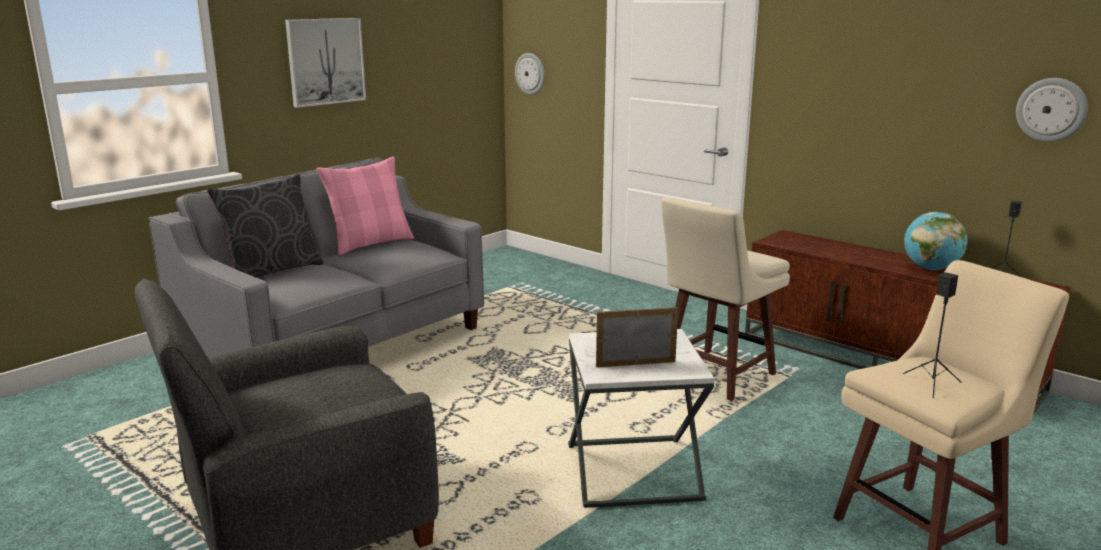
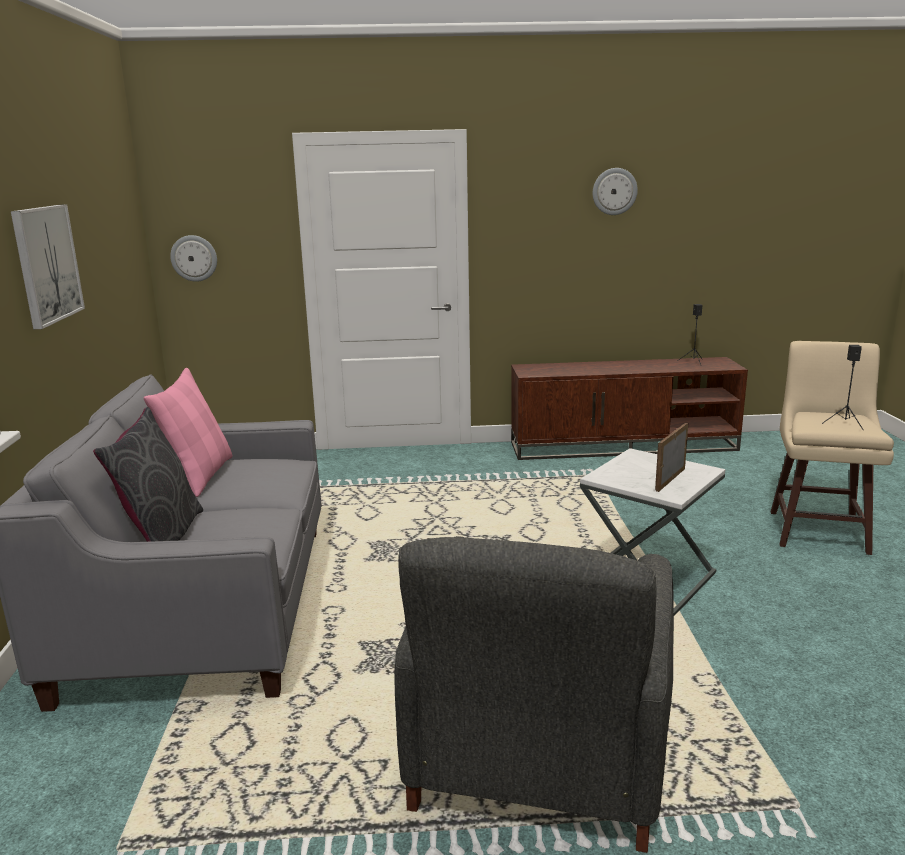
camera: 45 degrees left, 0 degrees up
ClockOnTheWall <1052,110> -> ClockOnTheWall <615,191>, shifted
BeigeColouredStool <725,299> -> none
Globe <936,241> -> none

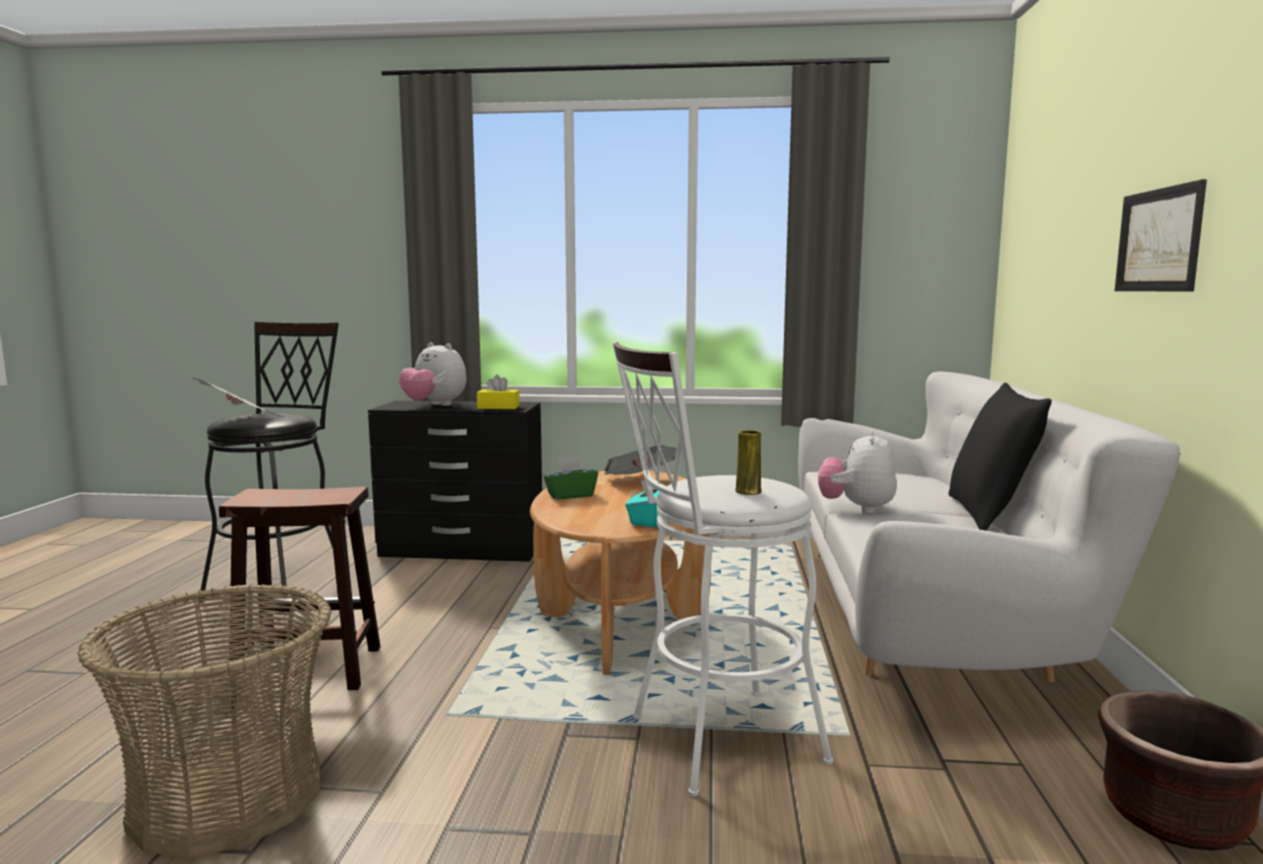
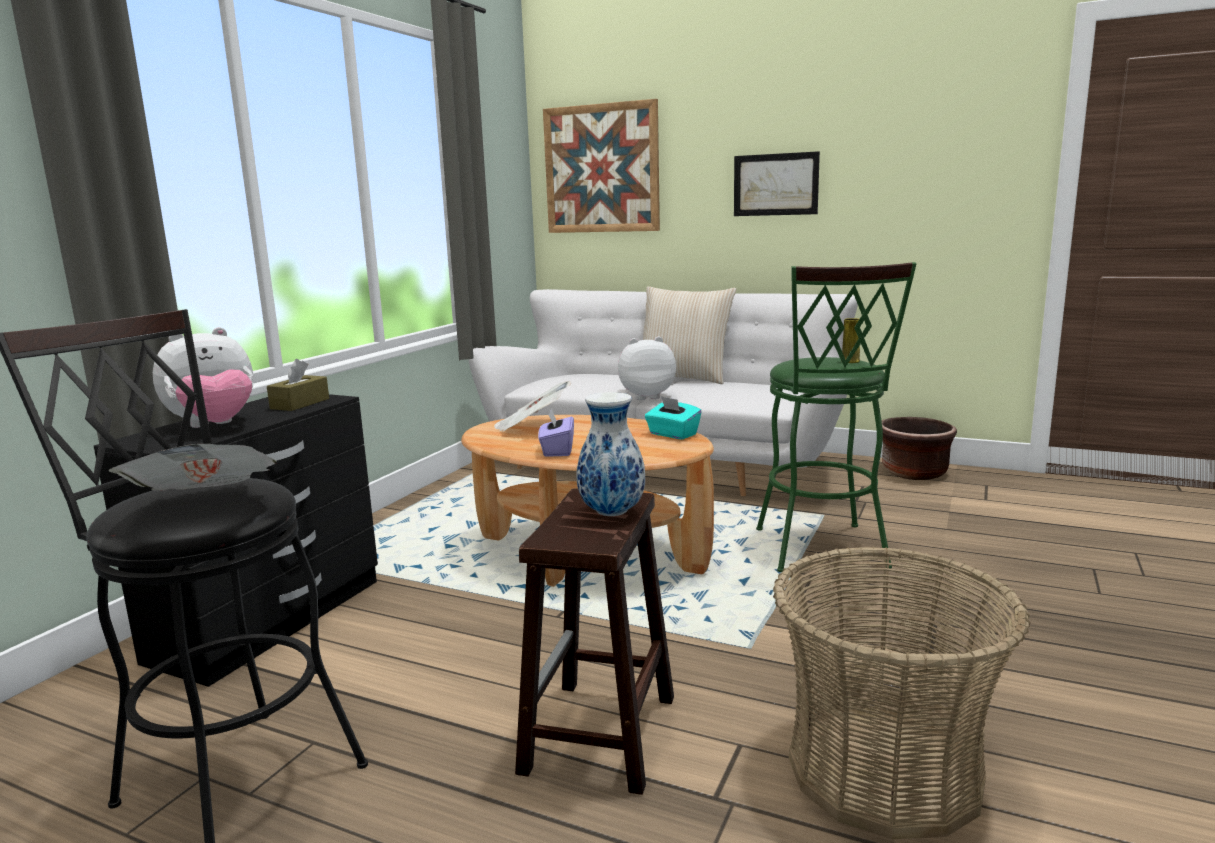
camera: 70 degrees left, 5 degrees up
WhiteStool <723,569> -> GreenishStool <836,417>
YellowColouredTissueHolder <498,392> -> BrownishTissueHolder <298,385>
BlackishPillow <1000,457> -> BeigeColouredPillow <689,335>
SoftToy <857,472> -> SoftToy <647,368>, 135 degrees clockwise
GreenishTissueHolder <570,477> -> PurpleColouredTissueHolder <556,432>
none -> WallArt <601,166>
none -> Vase <611,454>

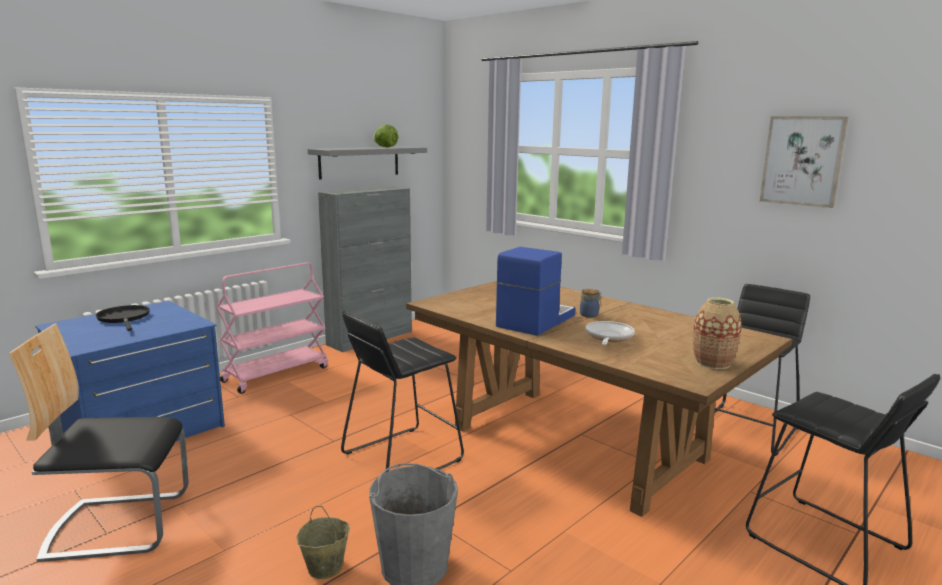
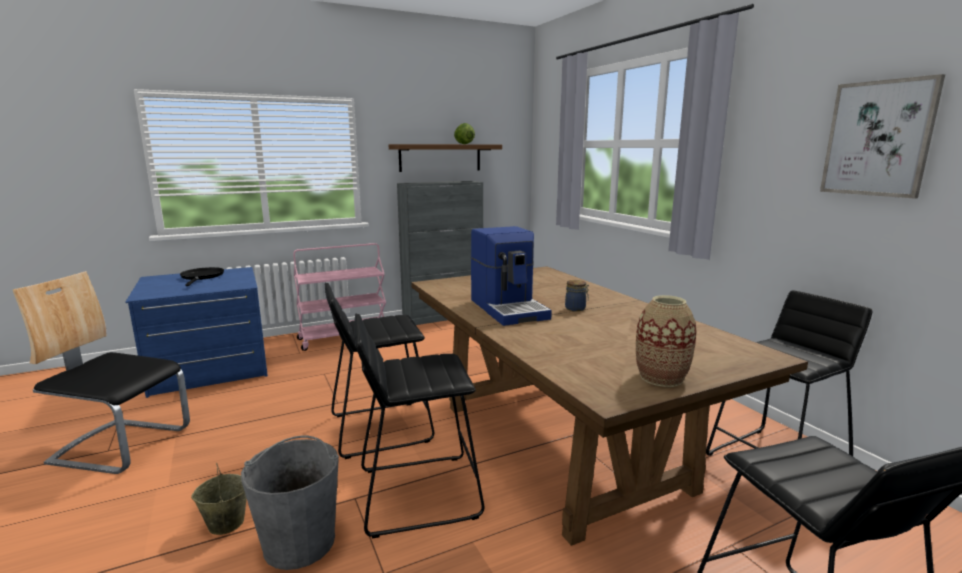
camera: 20 degrees right, 0 degrees up
GrayWallShelf <367,163> -> BrownishWallShelf <445,158>
CoffeeMachine <535,291> -> CoffeeMachine <511,276>, 105 degrees clockwise
Pan <610,333> -> none
none -> BlackishStool <419,425>

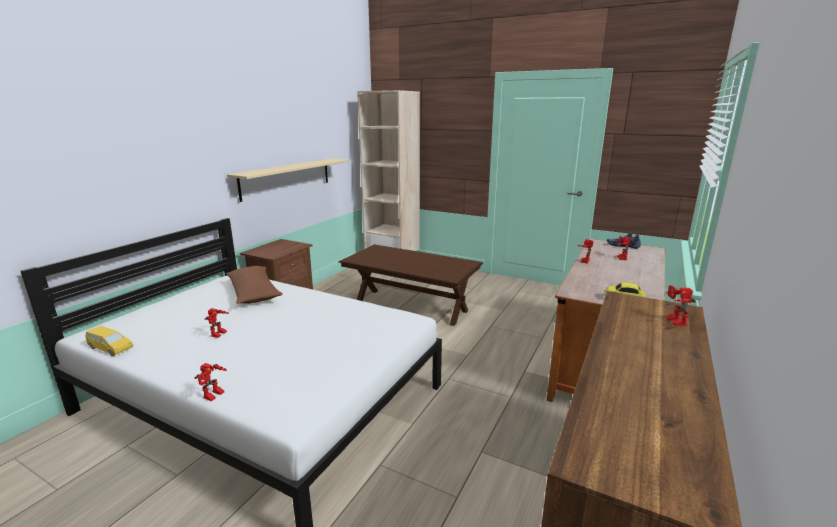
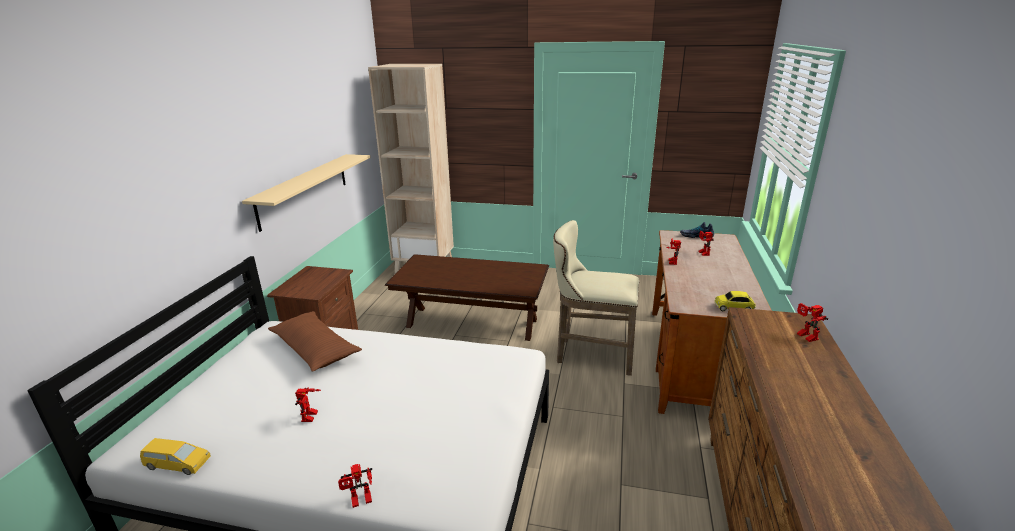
camera: 15 degrees left, 5 degrees up
RobotFigure <211,382> -> RobotFigure <355,486>, 60 degrees clockwise
none -> BeigeColouredStool <596,298>

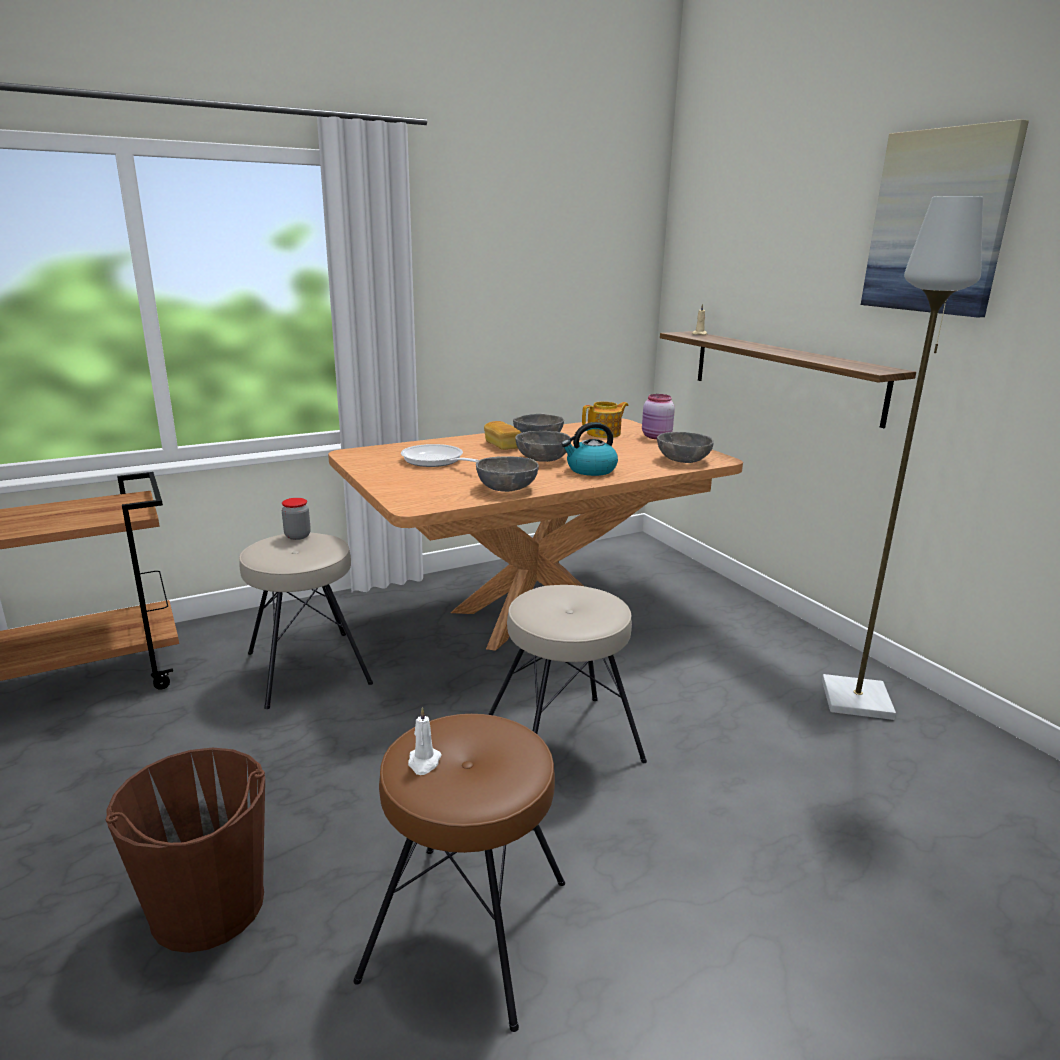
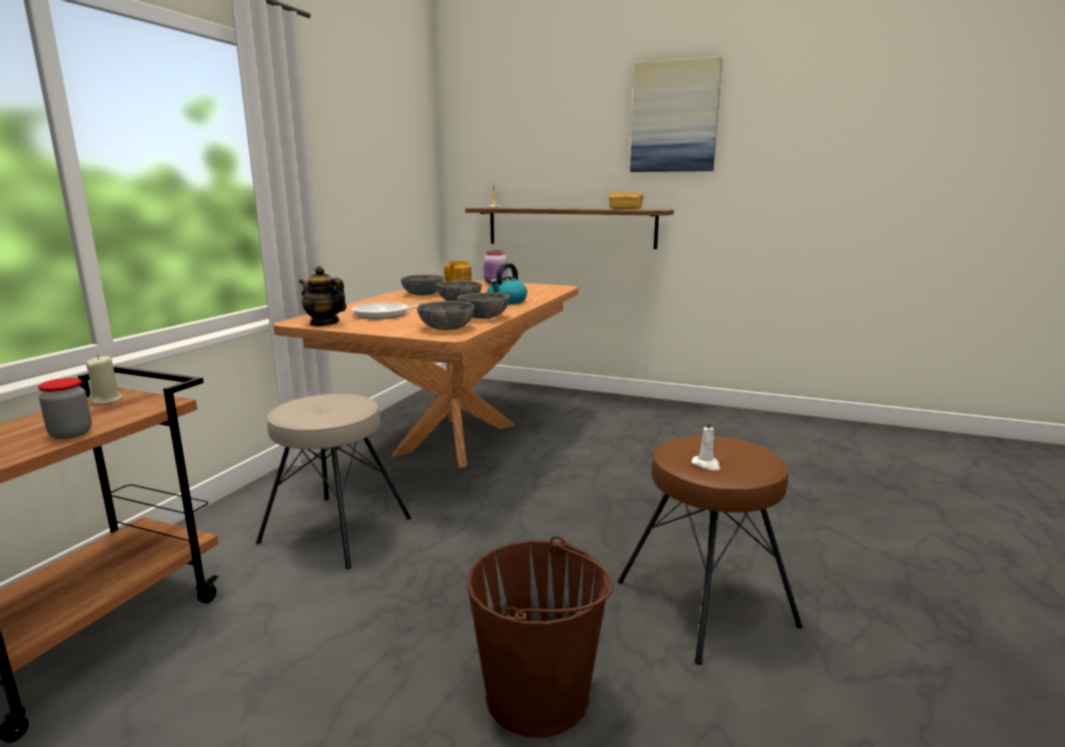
camera: 40 degrees left, 5 degrees down
GrayStandardLamp <902,458> -> none
Bread <502,435> -> Bread <626,200>, shifted
GrayServingBowl <685,447> -> GrayServingBowl <446,315>, shifted
Jar <296,519> -> Jar <65,408>, shifted
BeigeColouredStool <567,674> -> none
none -> Teapot <323,296>
none -> BeigeColouredWaxCandle <105,380>

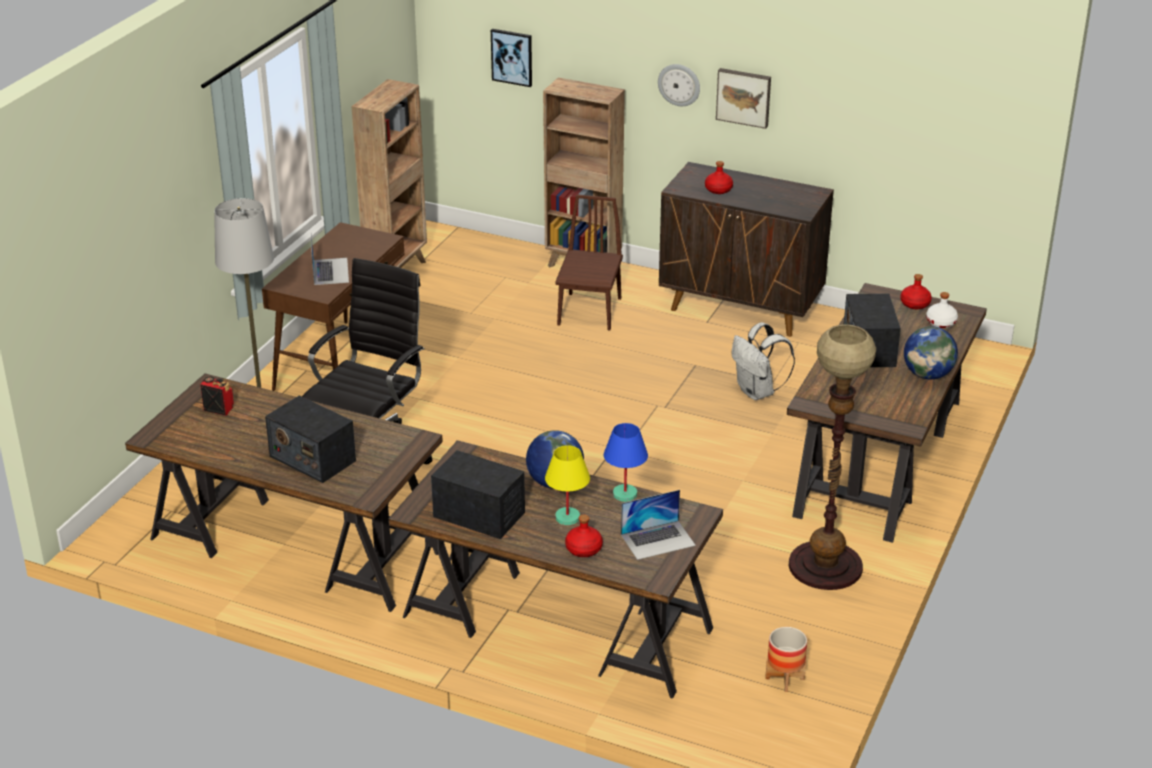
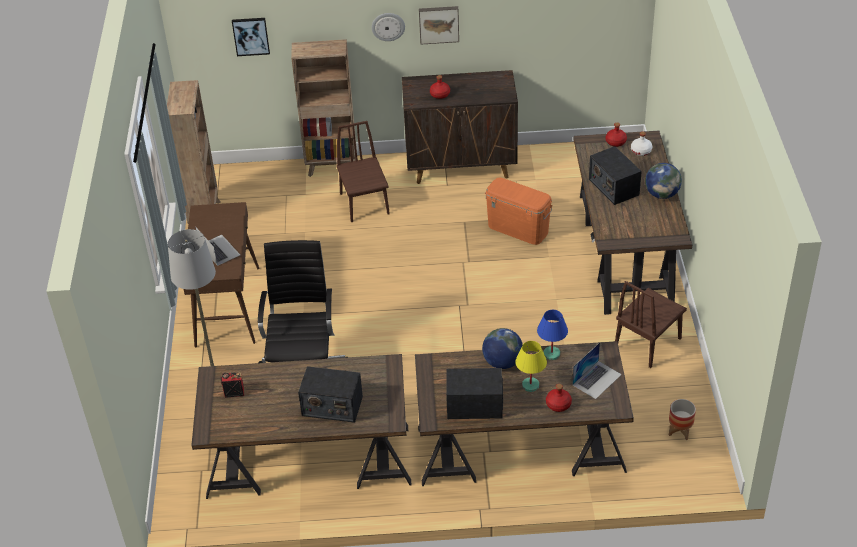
camera: 25 degrees left, 10 degrees up
WhiteRucksack <763,361> -> OrangeStorageBox <519,211>
StandardLamp <832,457> -> BrownishPlainChair <651,324>

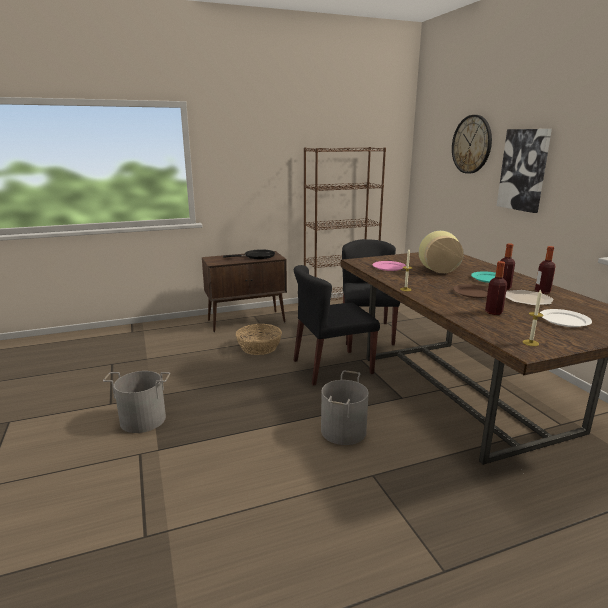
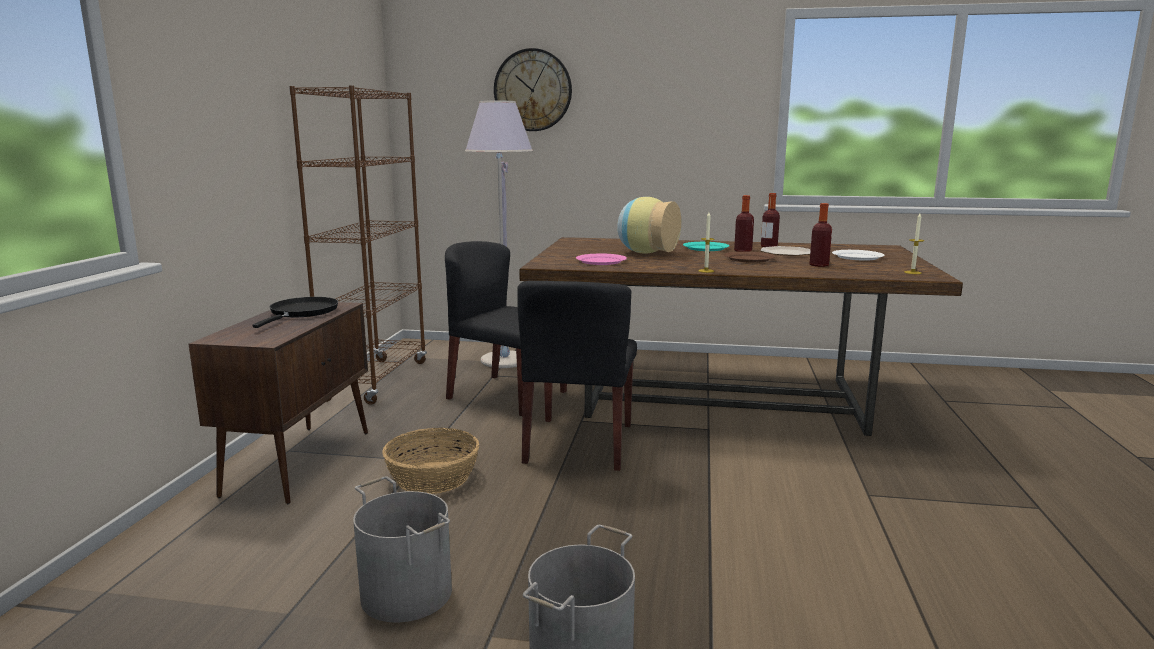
camera: 60 degrees left, 5 degrees down
WallArt <524,171> -> none
GrayPail <345,407> -> GrayPail <402,549>, shifted
none -> GrayStandardLamp <499,234>

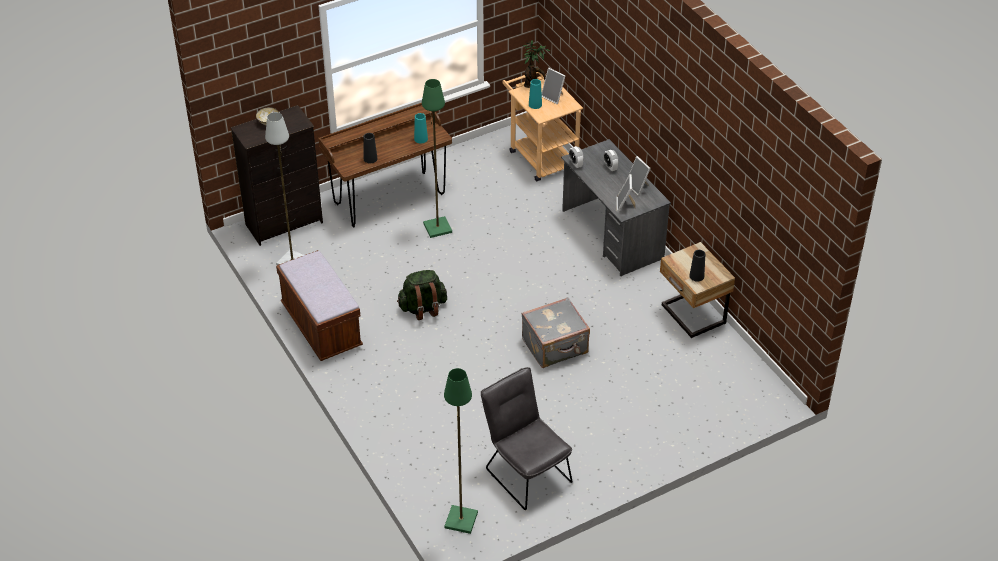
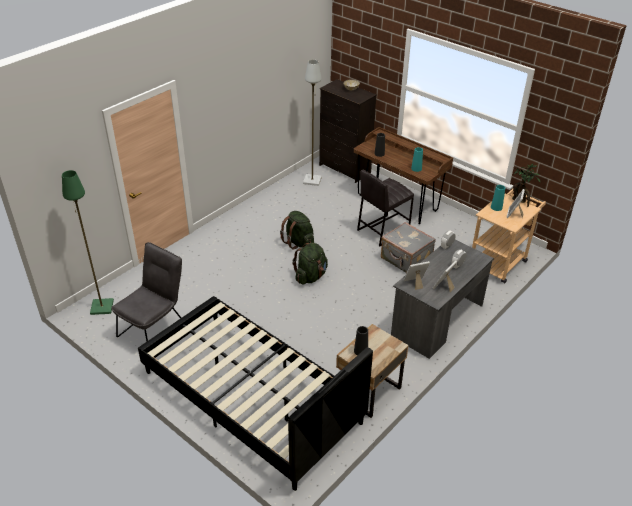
camera: 70 degrees right, 5 degrees down
GreenishStandardLamp <437,158> -> GrayStool <385,208>
BrownishIndoorBench <319,305> -> none
GraySuitcase <556,332> -> GraySuitcase <408,247>, shifted
none -> GreenishRucksack <310,264>
none -> BlackishBed <255,393>

